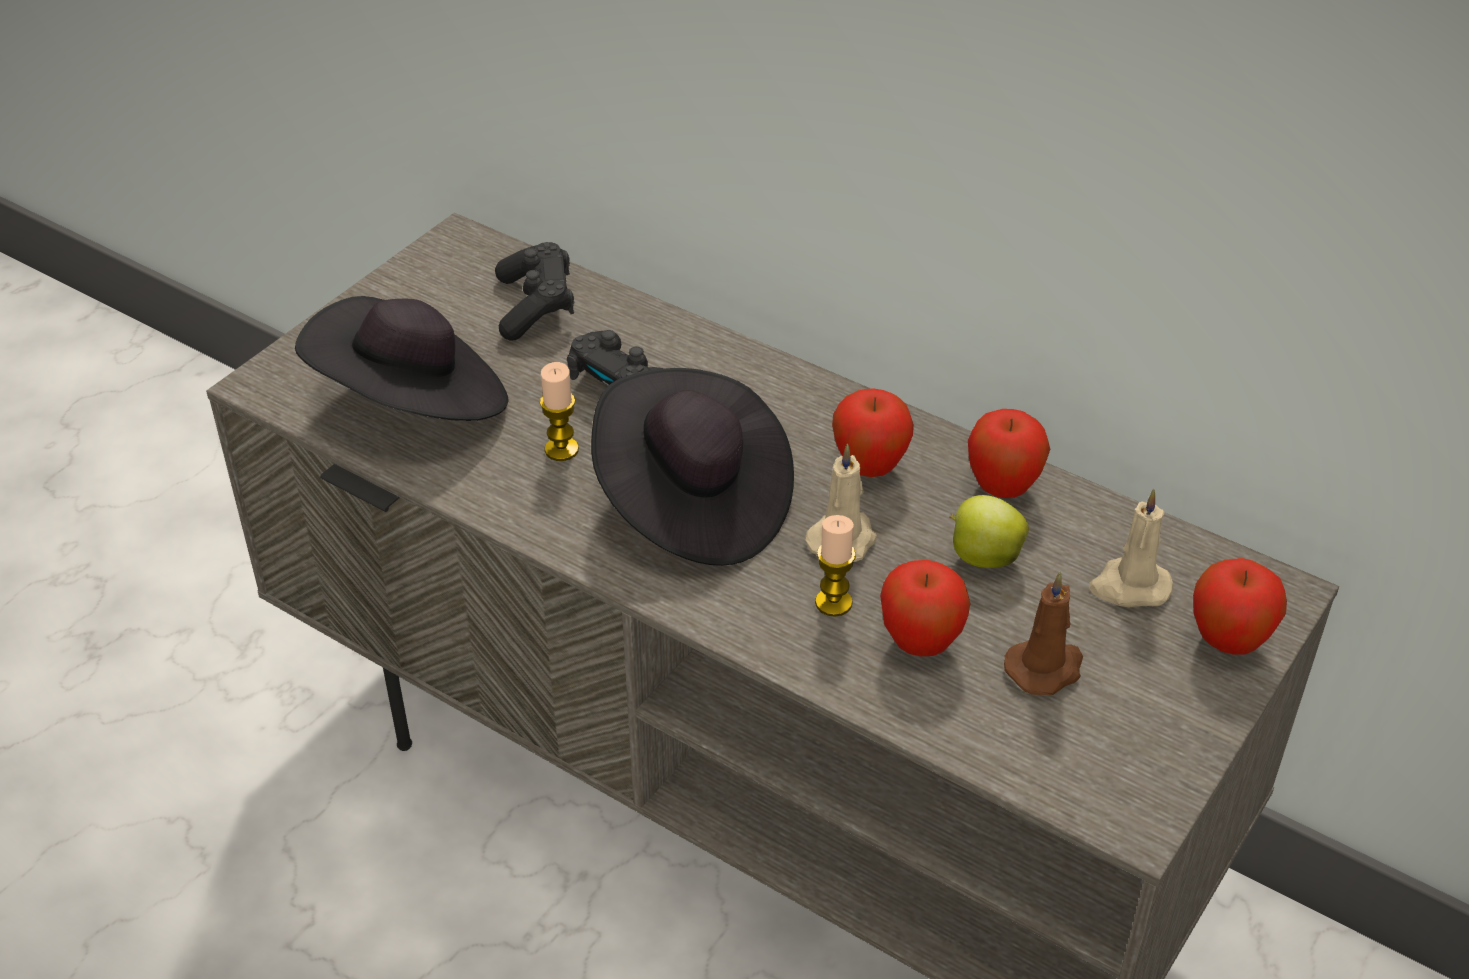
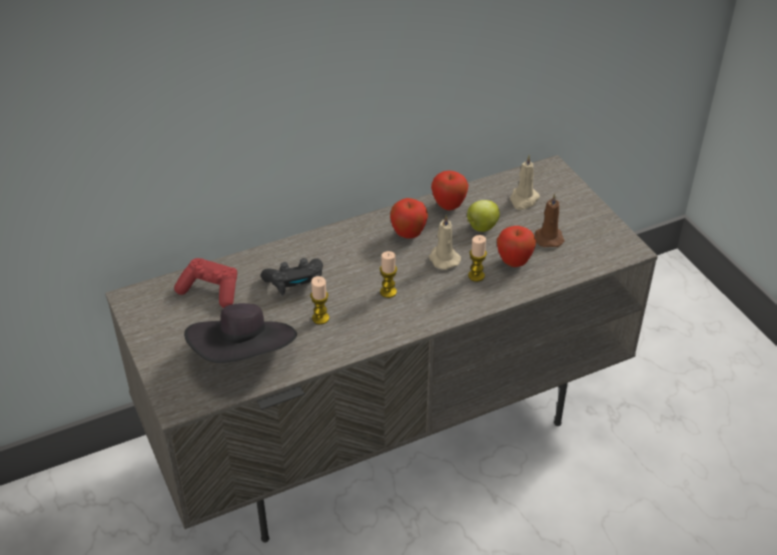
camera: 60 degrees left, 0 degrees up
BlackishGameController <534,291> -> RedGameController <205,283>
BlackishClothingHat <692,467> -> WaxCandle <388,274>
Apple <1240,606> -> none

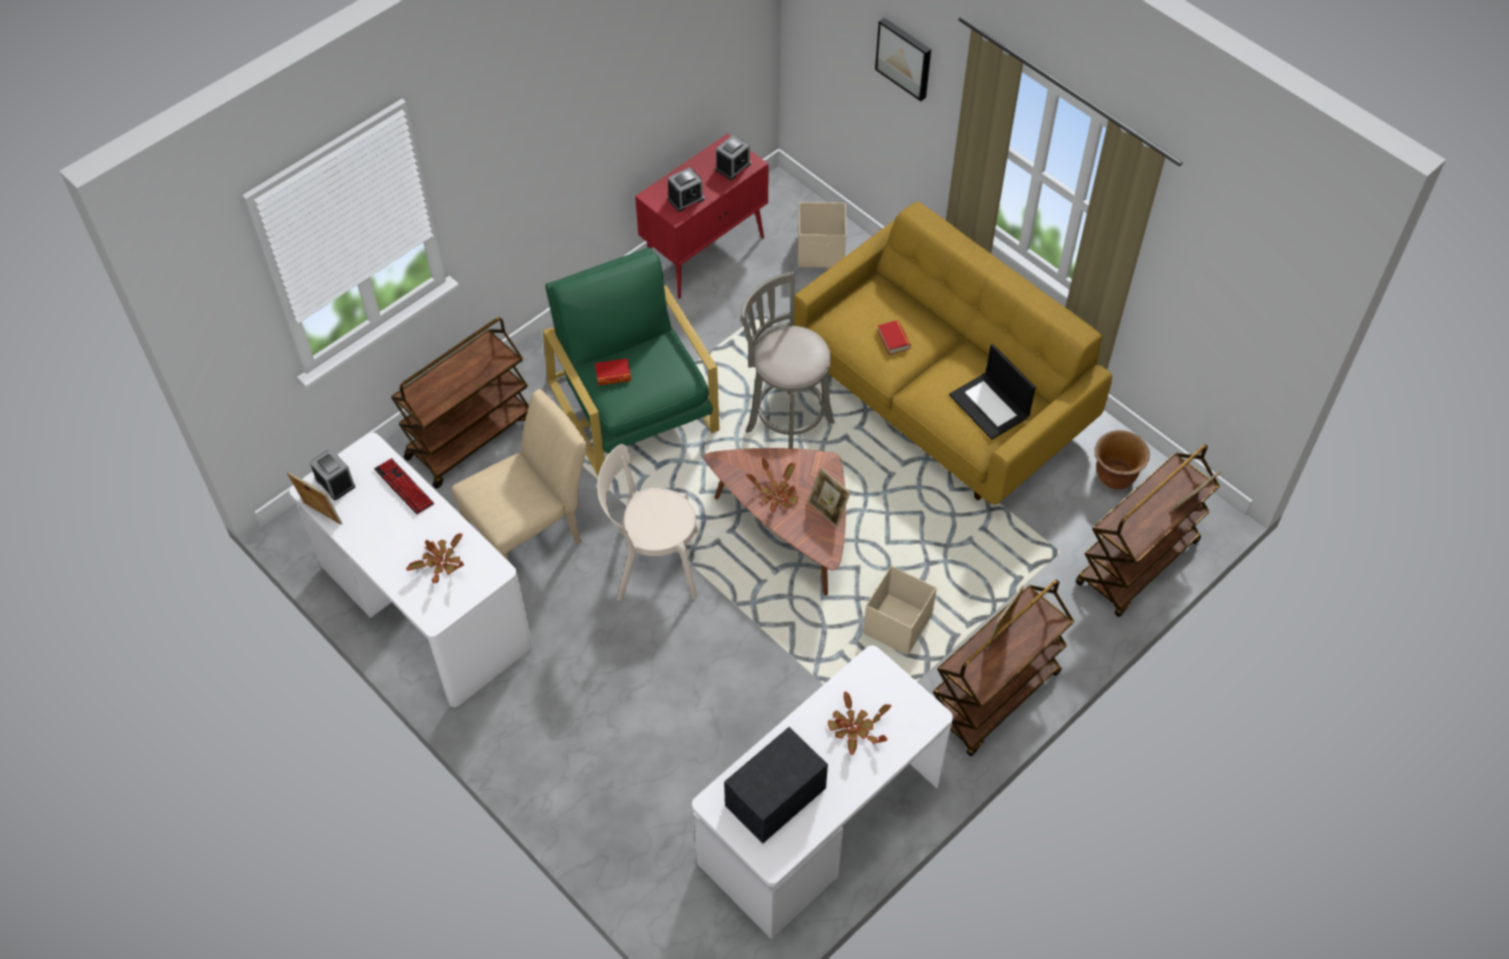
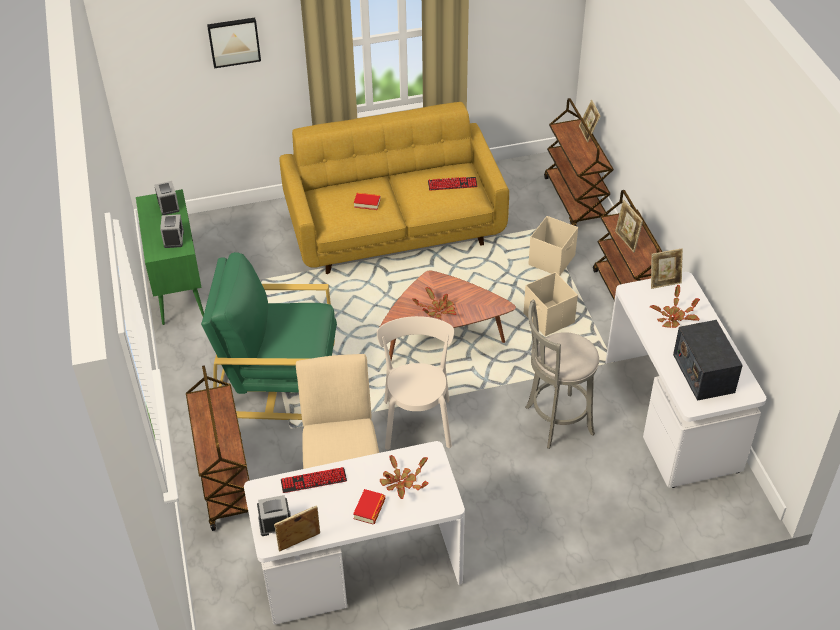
camera: 60 degrees left, 10 degrees down
RedCupboard <702,216> -> GreenishCupboard <170,257>
BeigeColouredStorageBox <822,235> -> BeigeColouredStorageBox <553,246>, shifted
GrayStool <787,359> -> GrayStool <562,374>, shifted
NotebookComputer <992,392> -> Keyboard <453,183>
Volume <613,372> -> Volume <369,506>, shifted
BrownishPlanter <1122,459> -> none
BeigeColouredPlainChair <647,522> -> BeigeColouredPlainChair <415,383>, 150 degrees clockwise
PictureFrame <829,497> -> PictureFrame <667,269>, shifted

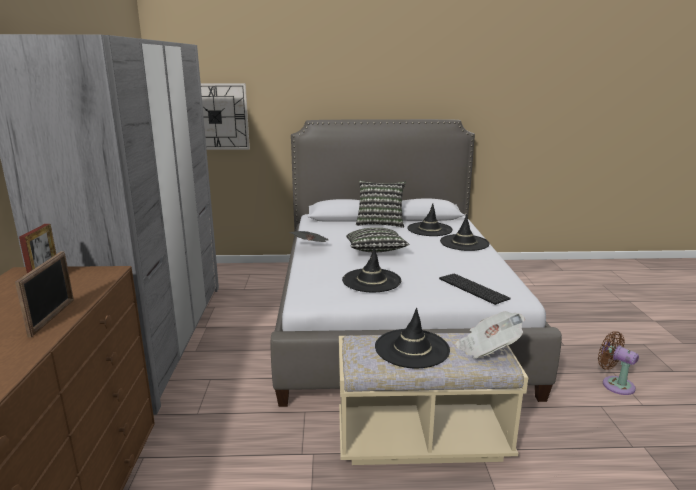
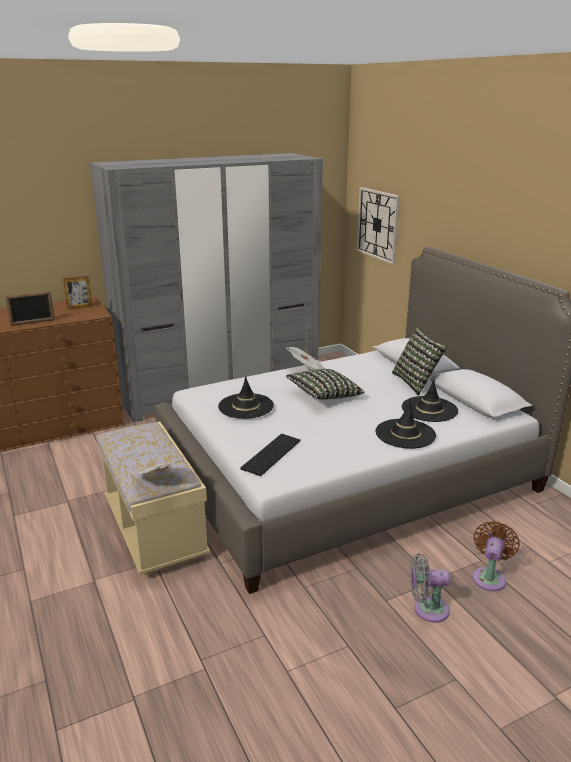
camera: 65 degrees right, 5 degrees up
BlackishClothingHat <412,338> -> none
BrownishElectricFan <618,363> -> BrownishElectricFan <496,556>, shifted
none -> GrayElectricFan <430,588>

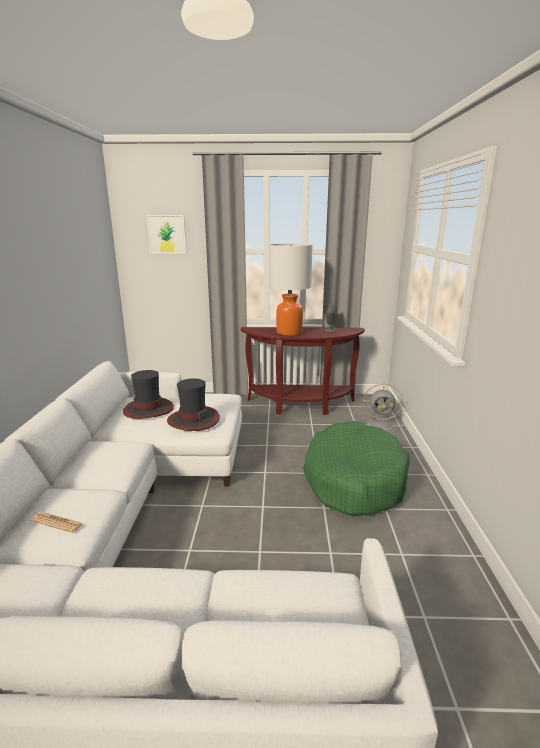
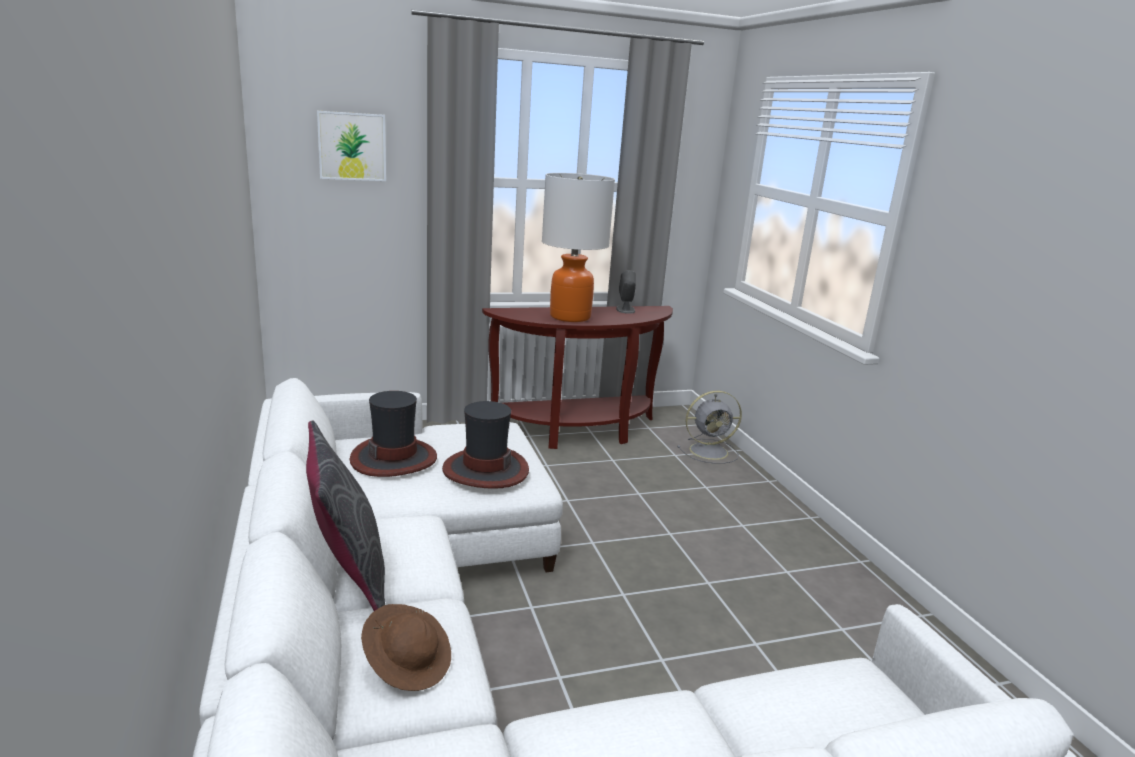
camera: 20 degrees left, 0 degrees up
GreenishPetBed <356,468> -> none
Newspaper <57,522> -> BrownishClothingHat <406,647>
none -> GrayPillow <345,515>

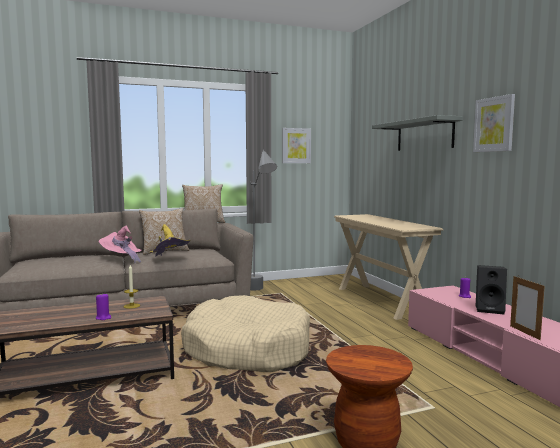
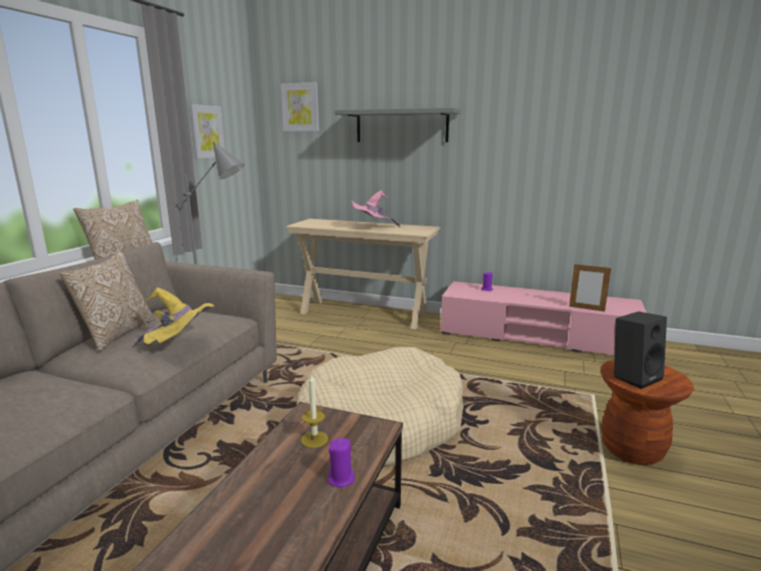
camera: 50 degrees left, 10 degrees up
WallArt <494,123> -> WallArt <300,106>, shifted
PinkColouredClothingHat <120,244> -> PinkColouredClothingHat <376,208>, shifted
BlackishAudioSpeaker <491,289> -> BlackishAudioSpeaker <640,350>, shifted

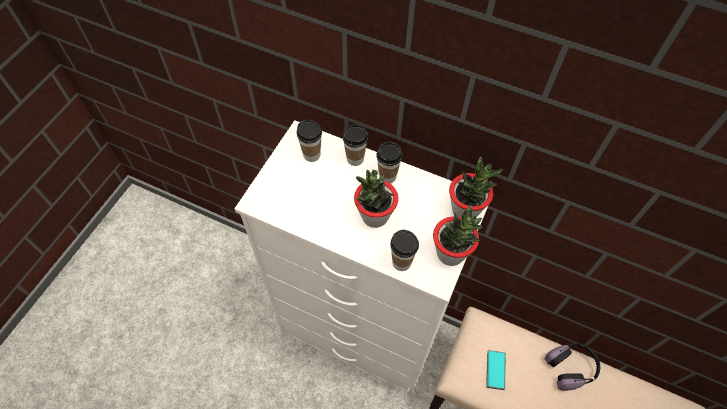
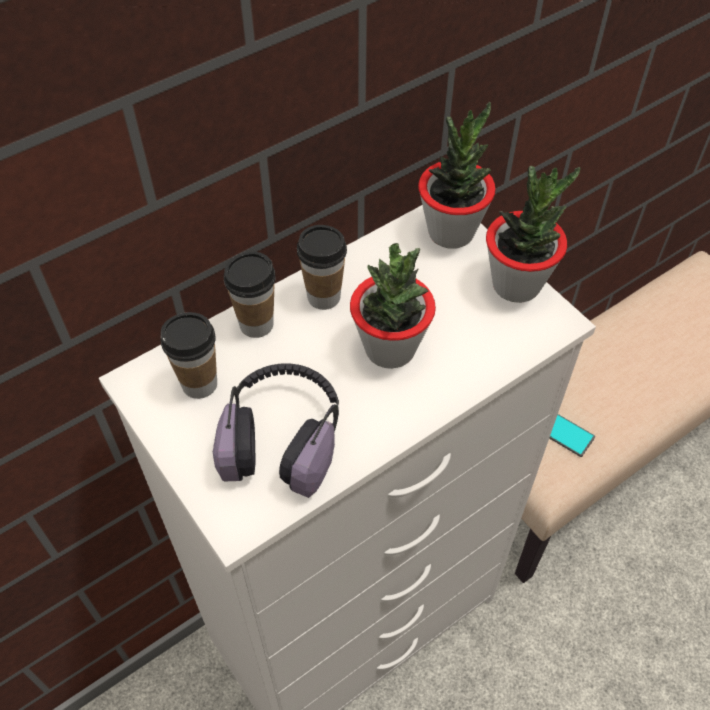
camera: 60 degrees left, 5 degrees down
SmallCup <404,250> -> none
Headphones <572,367> -> Headphones <276,430>, shifted

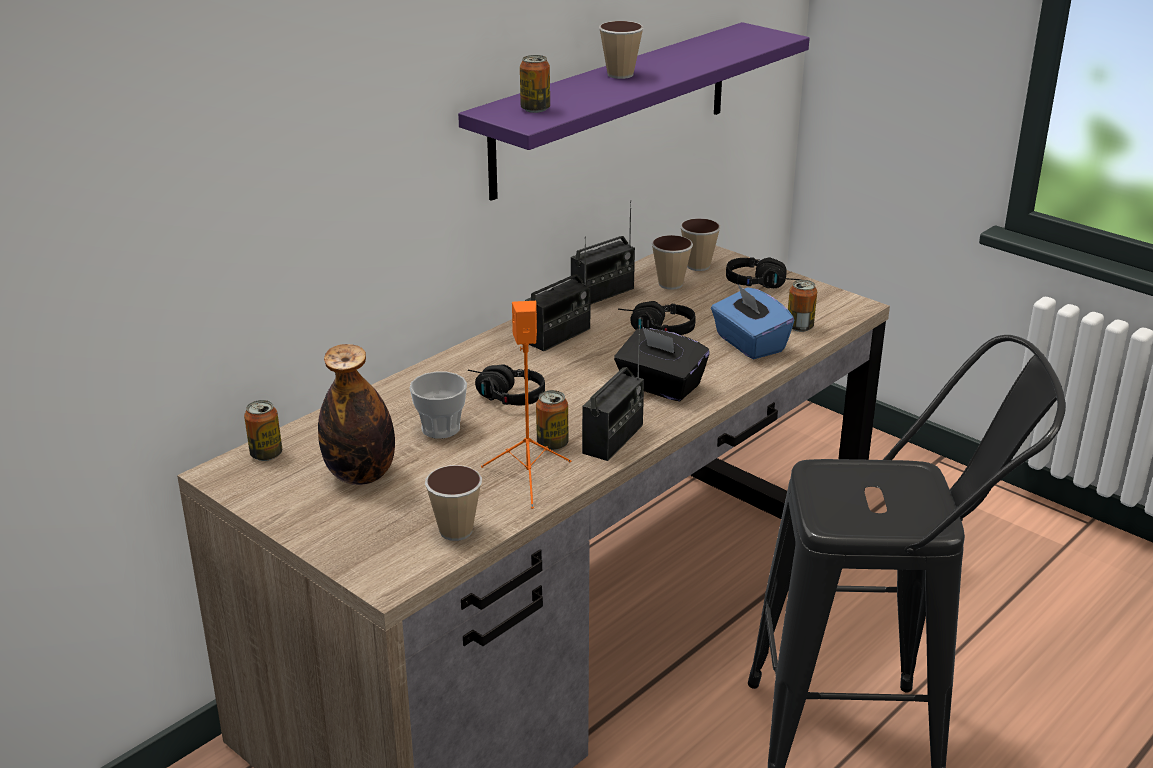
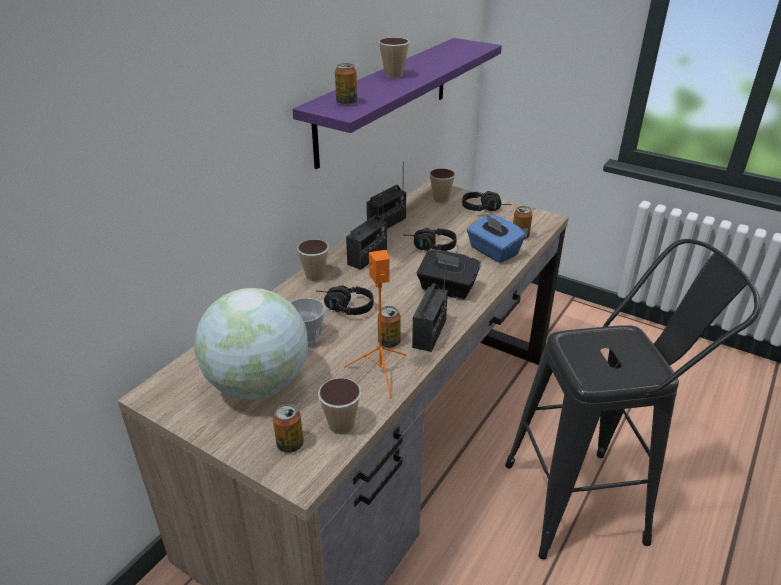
camera: 10 degrees left, 5 degrees up
SmallCup <672,262> -> SmallCup <313,260>, shifted
Bottle <356,414> -> Globe <251,344>
Can <263,430> -> Can <288,428>, shifted

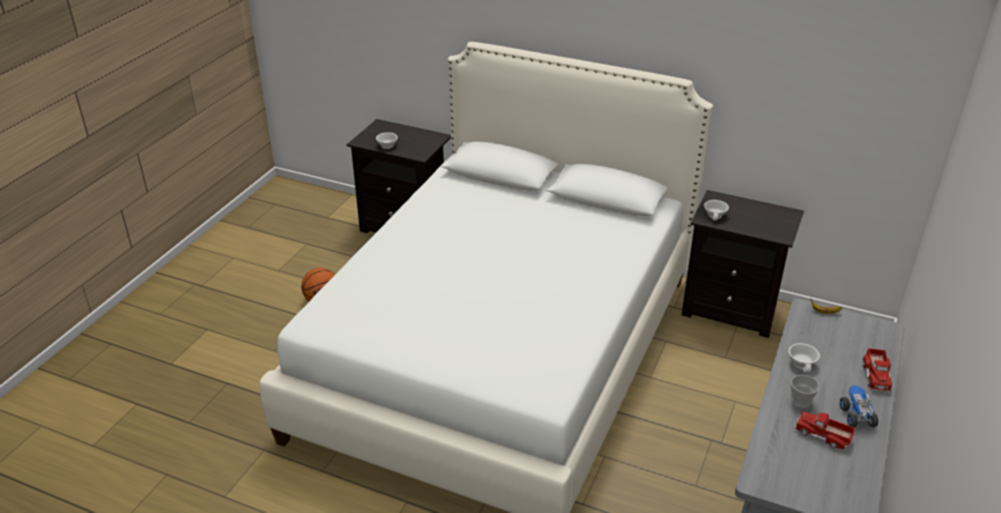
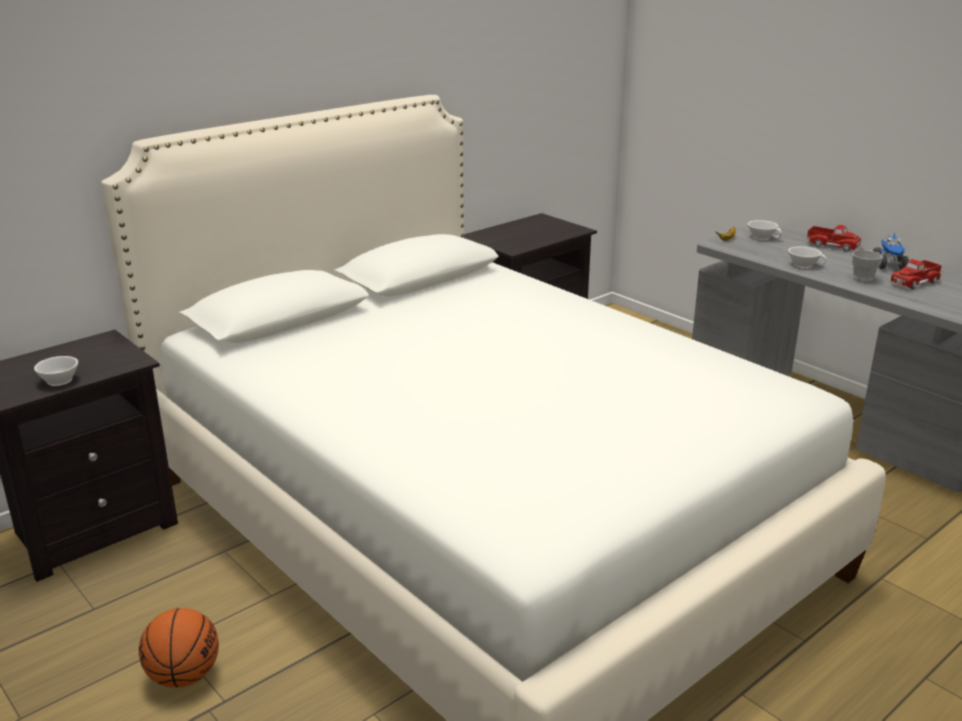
camera: 65 degrees left, 10 degrees down
WhiteSmallCup <716,210> -> WhiteSmallCup <765,230>, shifted
ToyLorry <859,406> -> ToyLorry <891,251>, 105 degrees counterclockwise

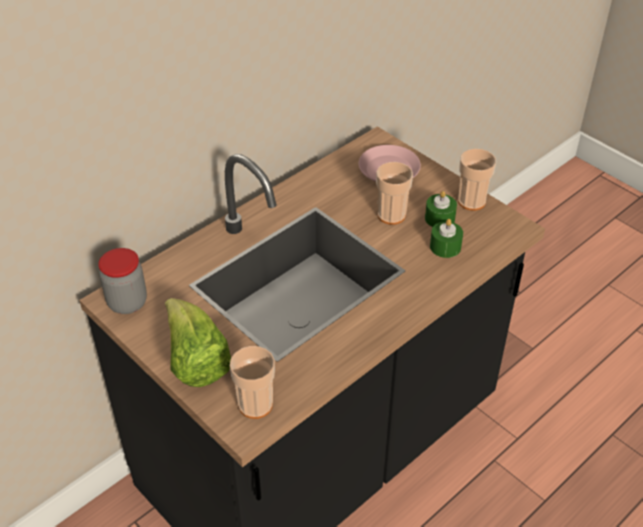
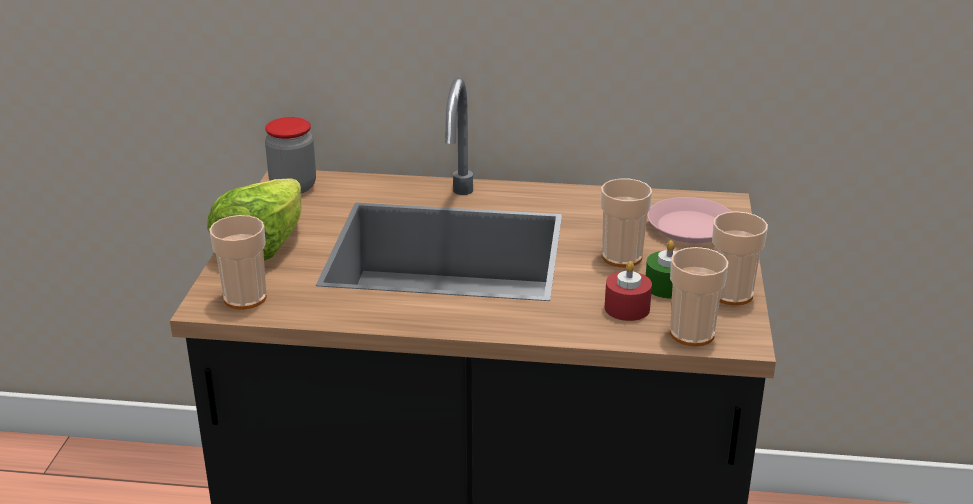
camera: 50 degrees right, 15 degrees down
GreenishWaxCandle <446,238> -> RedWaxCandle <628,291>
none -> SmallCup <699,297>

